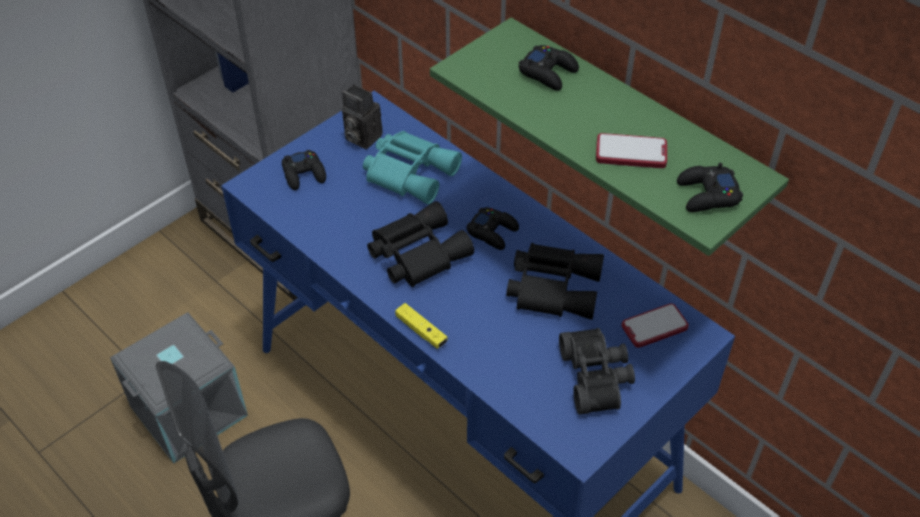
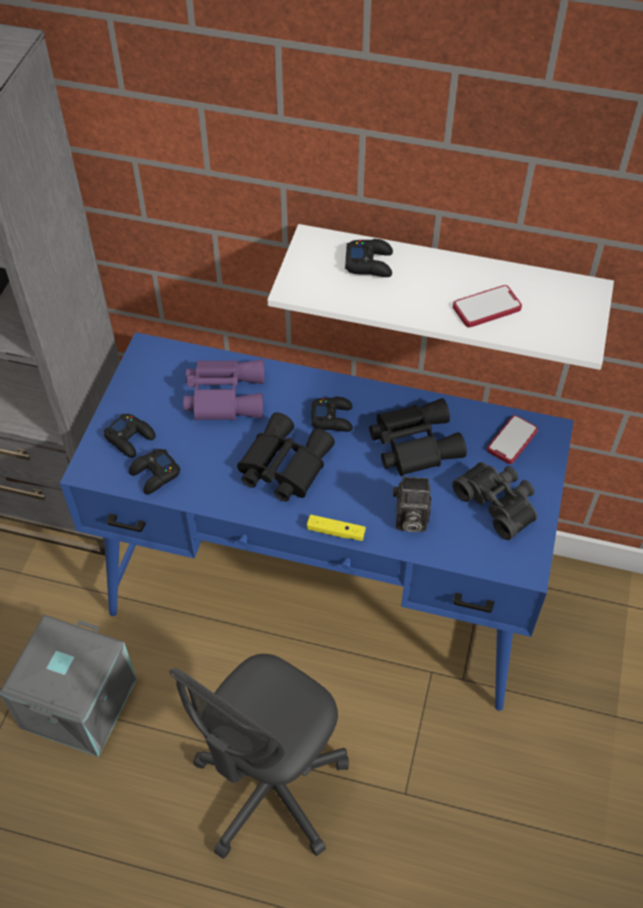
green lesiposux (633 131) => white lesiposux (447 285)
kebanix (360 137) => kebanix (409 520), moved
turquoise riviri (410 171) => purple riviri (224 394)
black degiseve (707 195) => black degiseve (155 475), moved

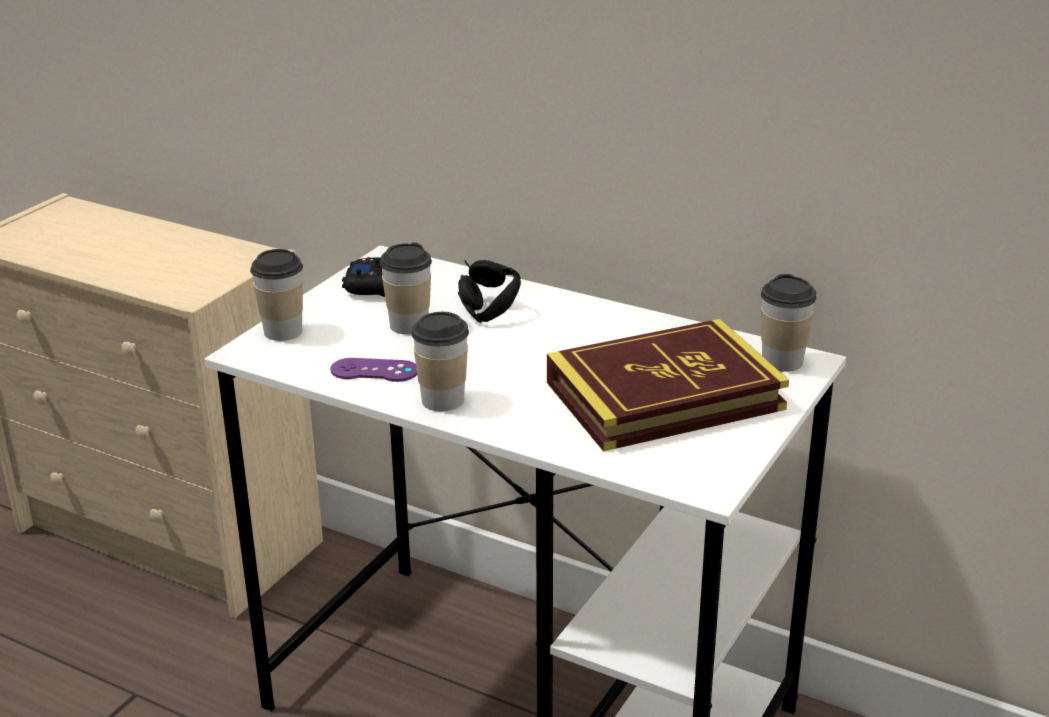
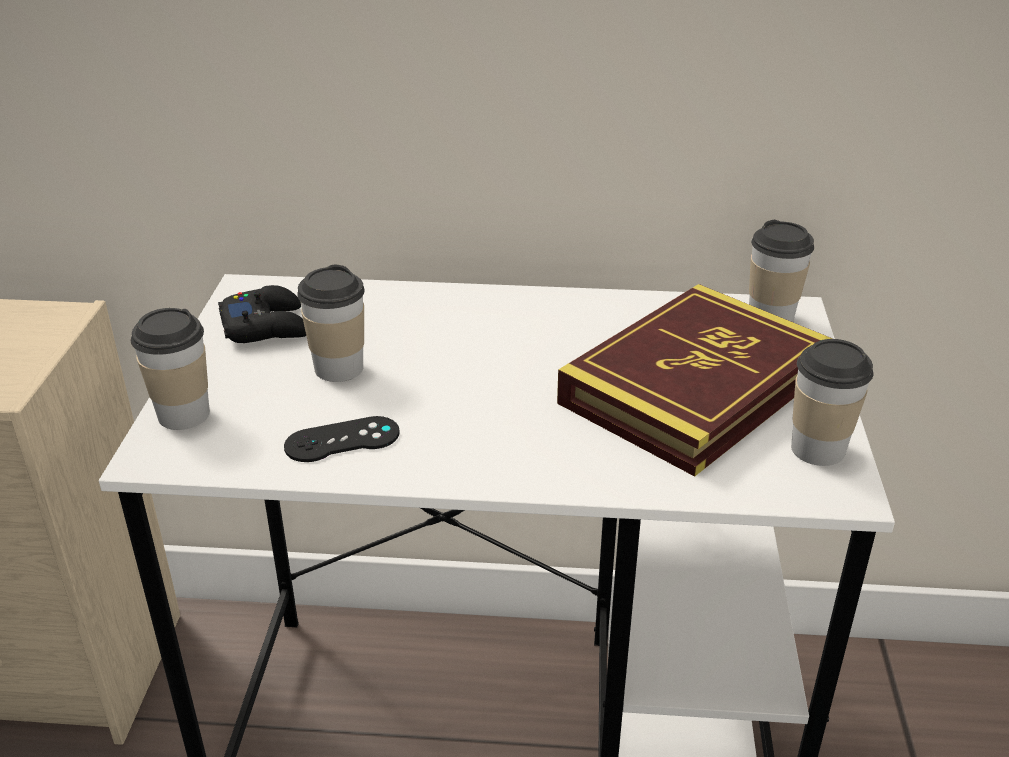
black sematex (475 301) => nothing
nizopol (443 400) => nizopol (818 449), moved
purple degiseve (374 370) => black degiseve (342 440)

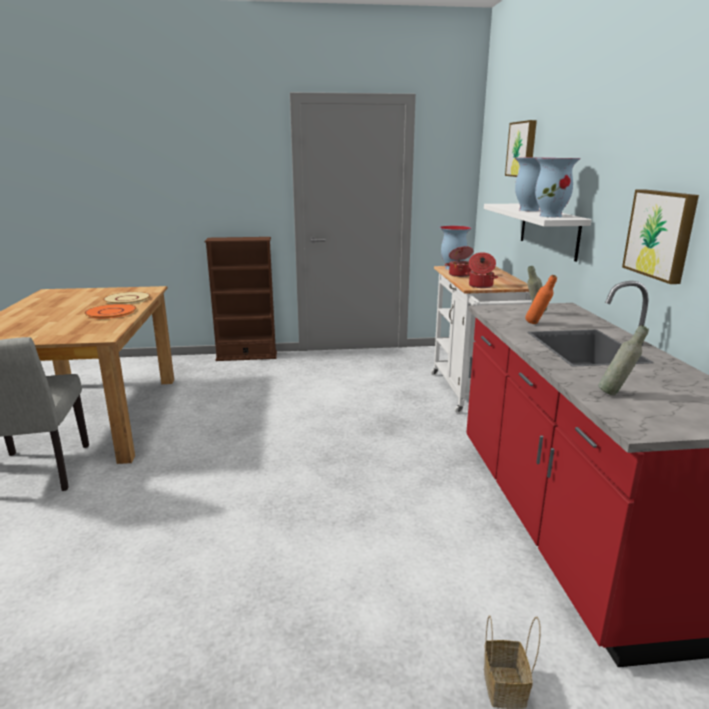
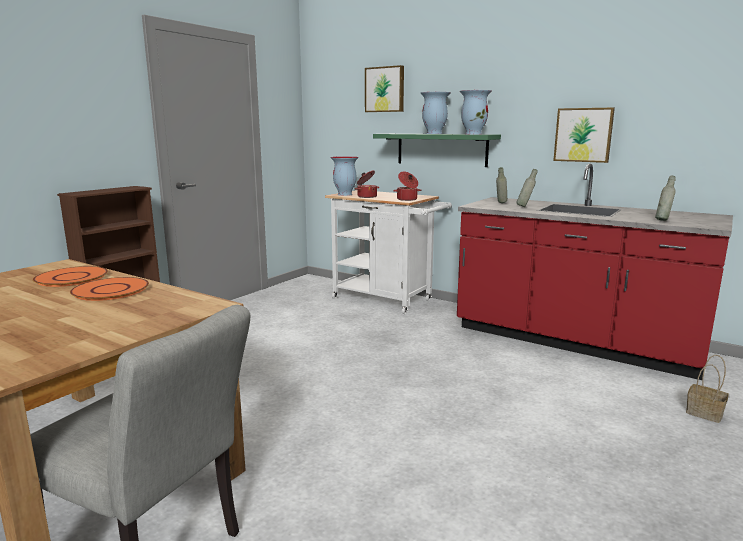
white lesiposux (548 230) => green lesiposux (441 149)
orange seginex (537 324) => grey seginex (525 206)
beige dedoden (127 299) => orange dedoden (71 278)

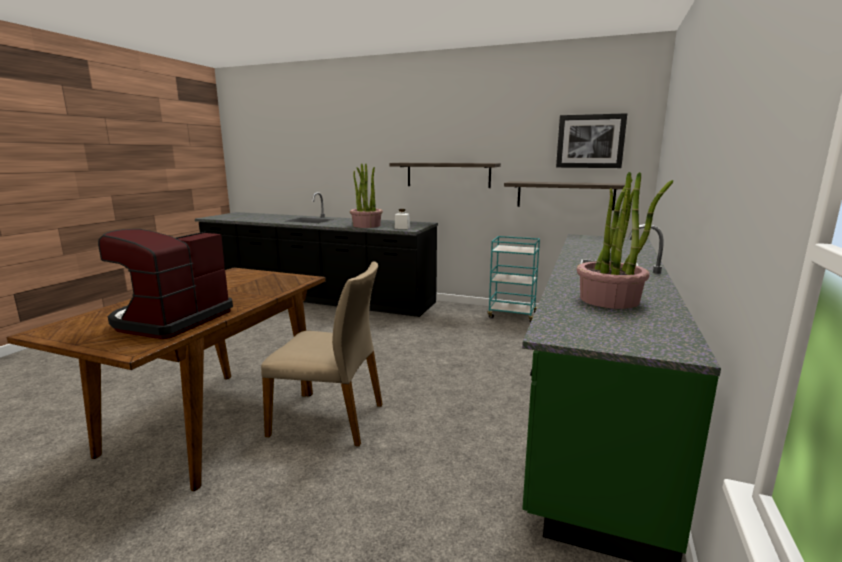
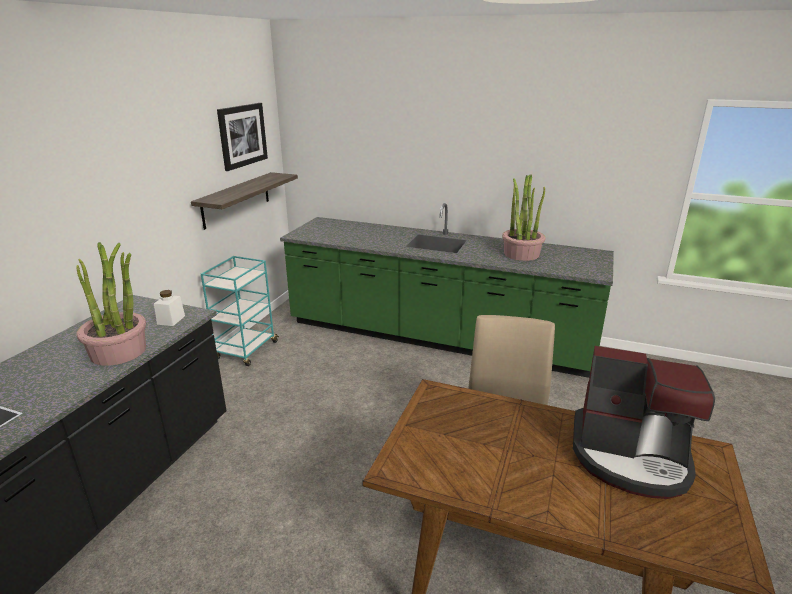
lesiposux (448 175) => nothing

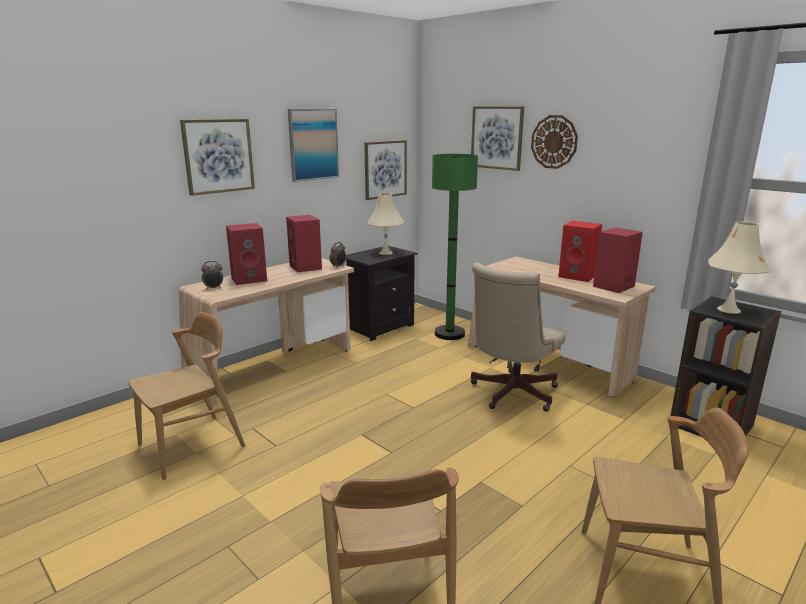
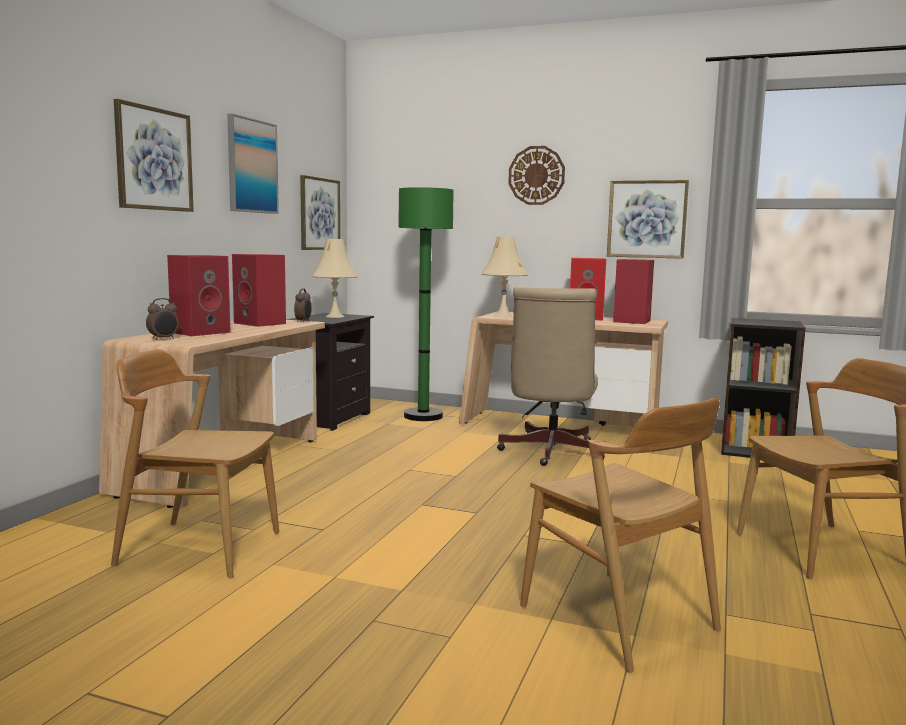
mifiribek (497 137) => mifiribek (647 219), moved
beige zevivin (729 310) => beige zevivin (503 315), moved
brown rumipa (192 446) => brown rumipa (199 548), 105 degrees counterclockwise

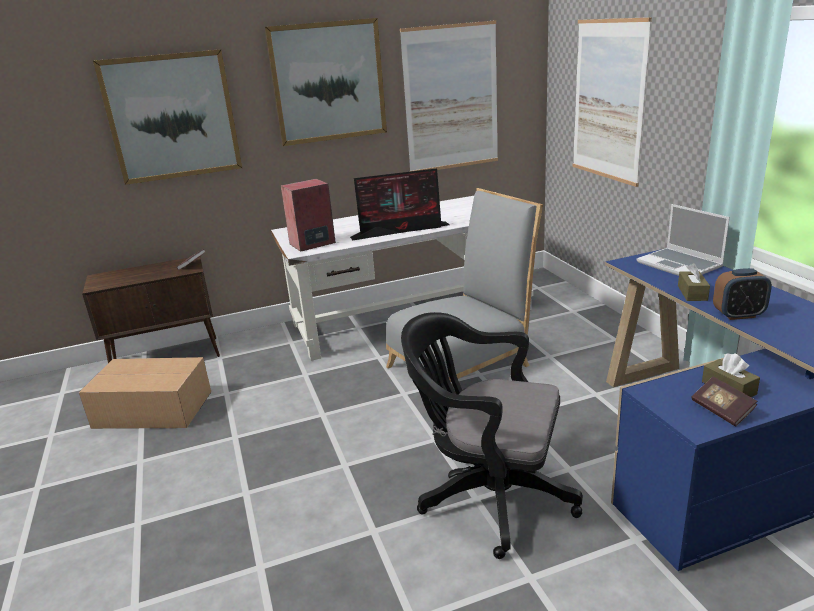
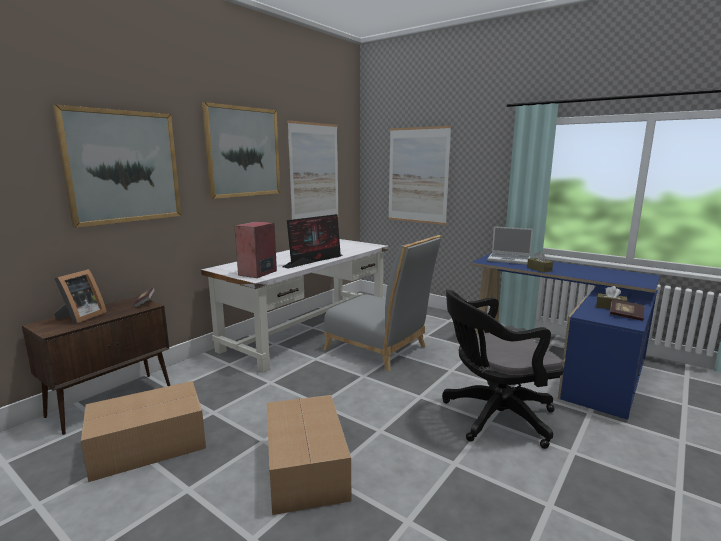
grey rumipa (464 363) => grey rumipa (380 349), 105 degrees clockwise
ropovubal (738 315) => nothing
nothing => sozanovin (80 317)
nothing => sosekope (305 468)

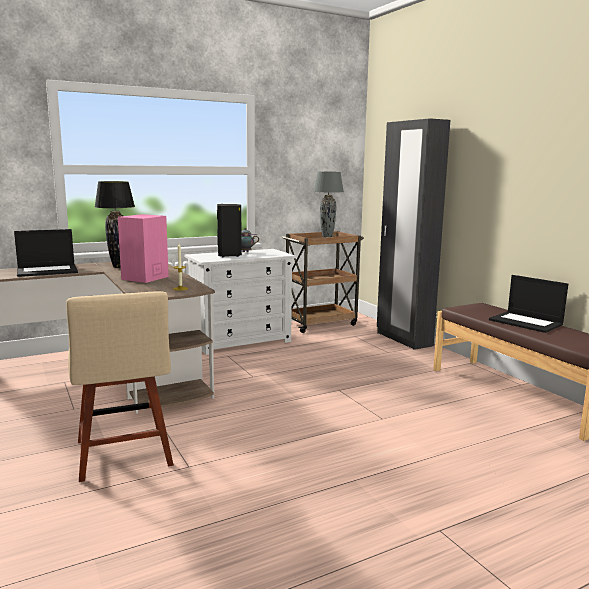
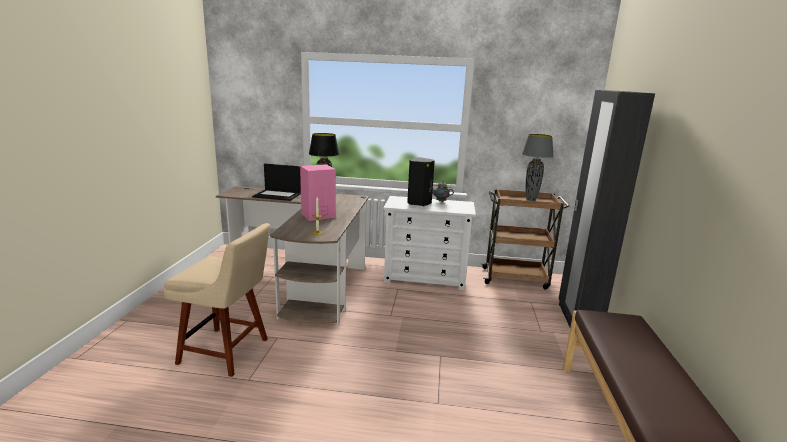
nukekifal (526 322) => nothing
beige rumipa (124 456) => beige rumipa (227 352), 90 degrees counterclockwise

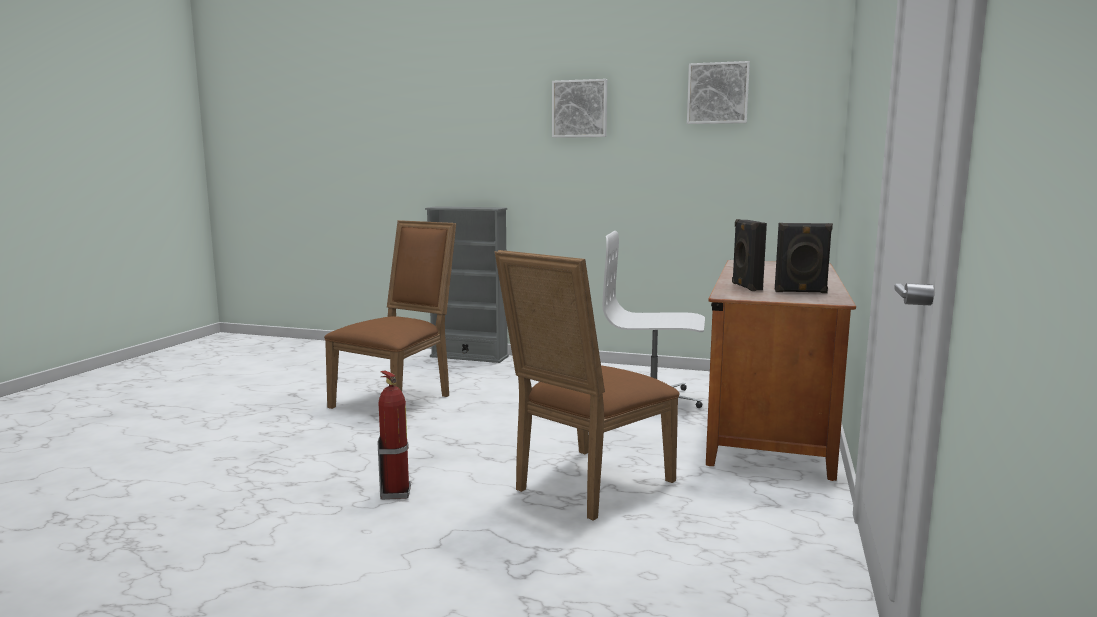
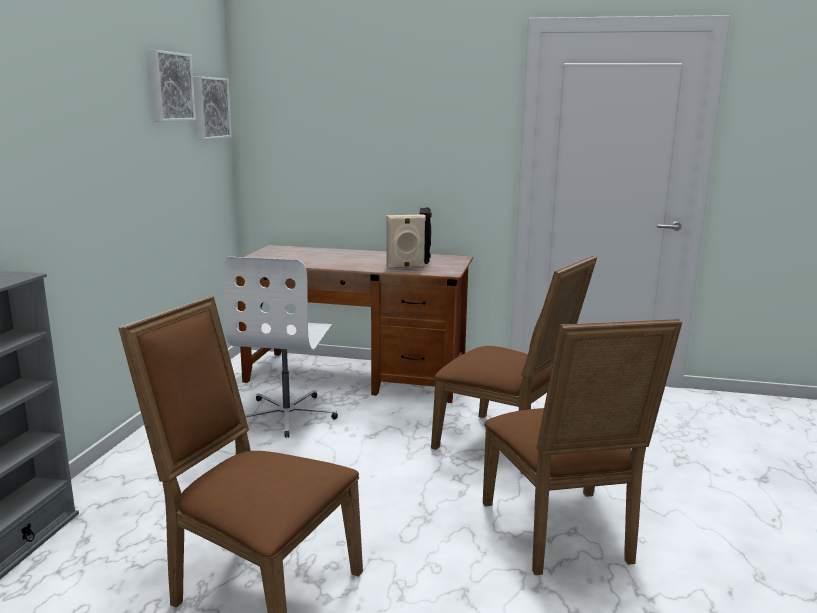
mifiribek (580 109) => mifiribek (210 108), moved
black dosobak (745 287) => beige dosobak (405 267)
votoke (396 493) => brown rumipa (563 536)

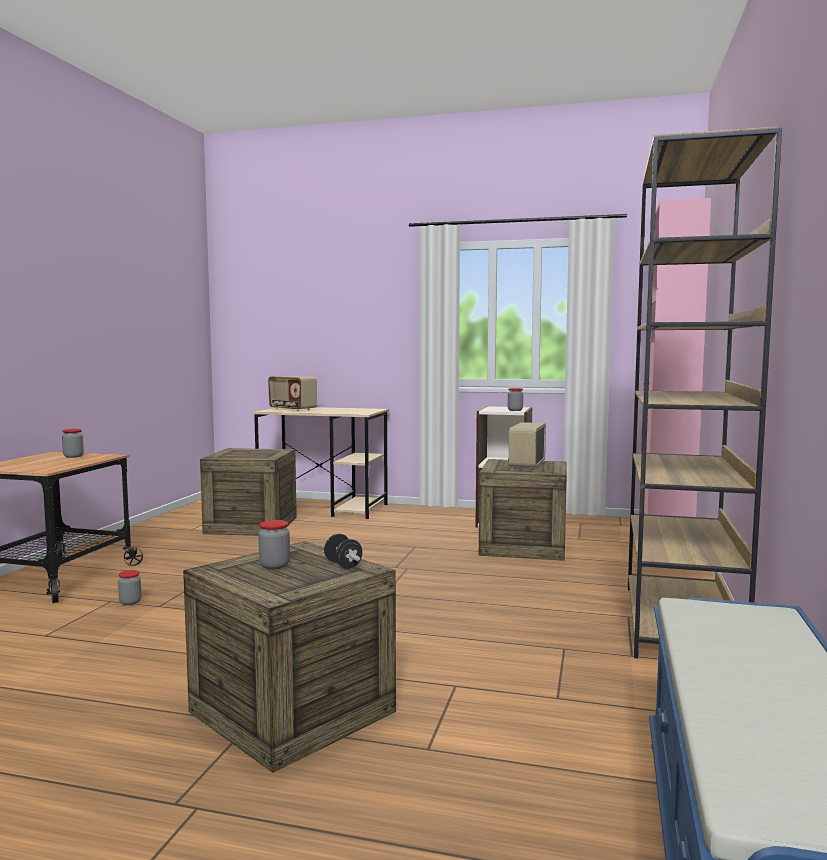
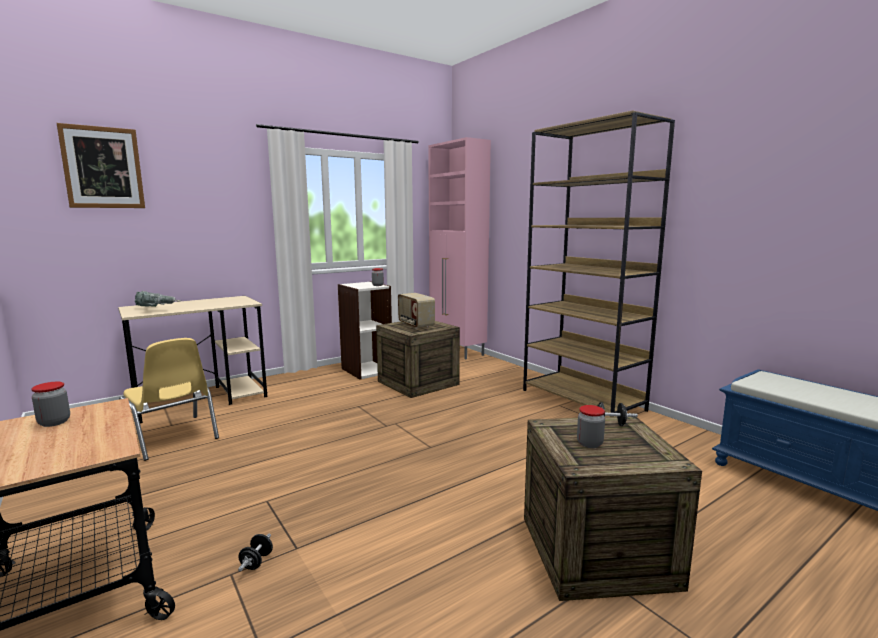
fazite (292 409) => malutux (157 309)
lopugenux (251 525) => yellow rumipa (171 438)
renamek (130 602) => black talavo (256 562)
nothing => mifiribek (103 167)

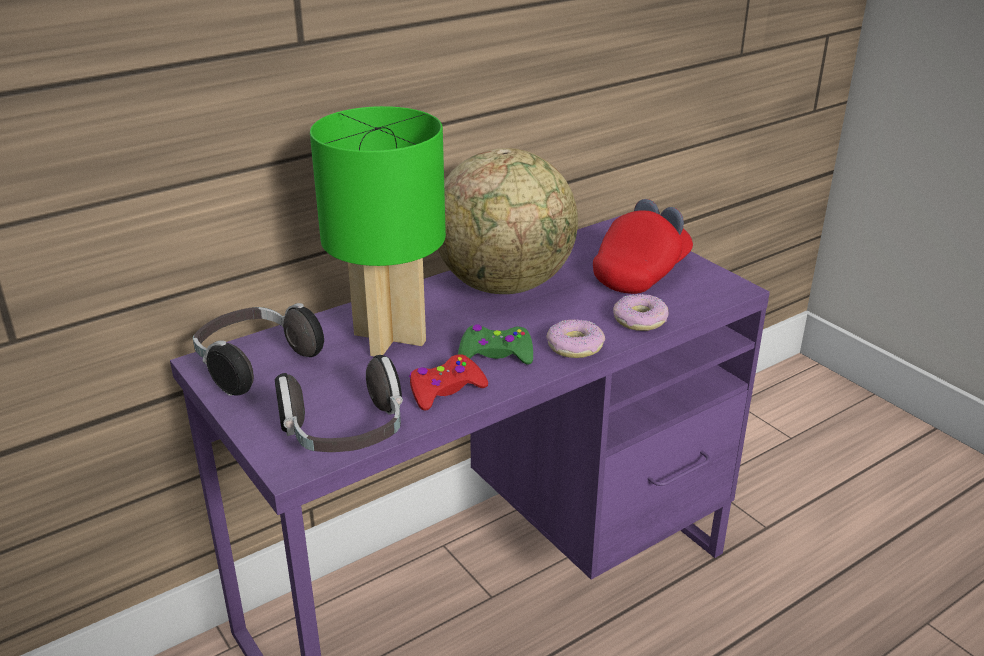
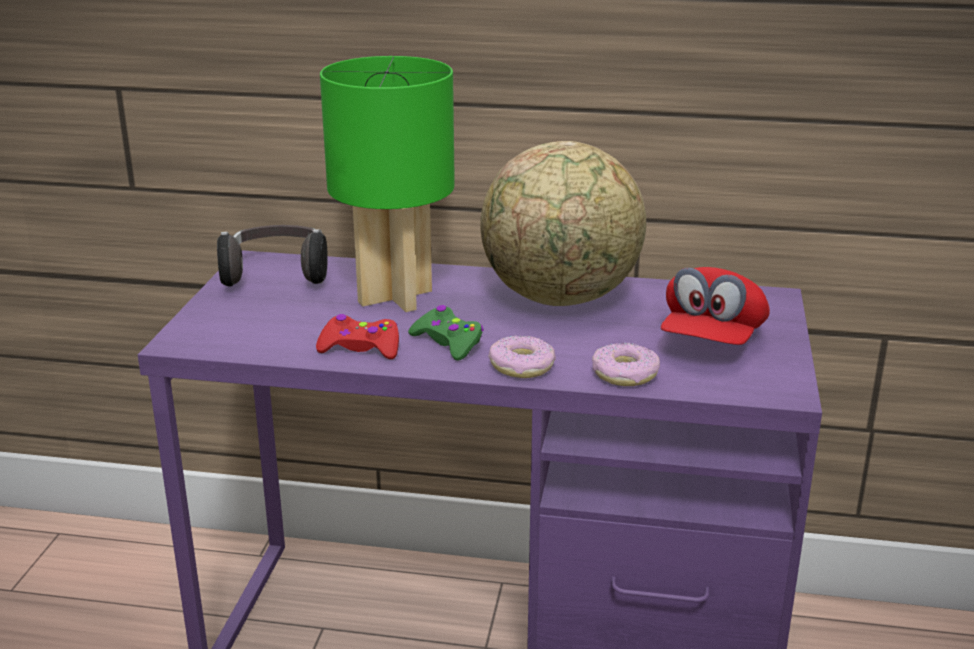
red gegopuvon (641 273) => red gegopuvon (712 340), 120 degrees clockwise
sematex (345 435) => nothing

